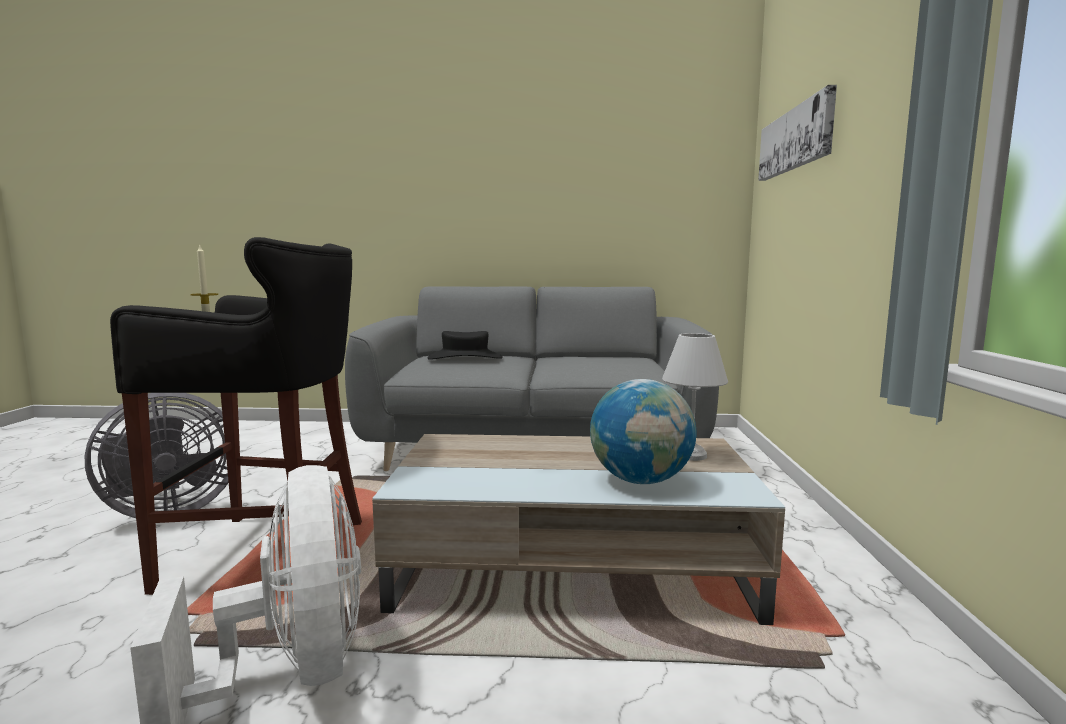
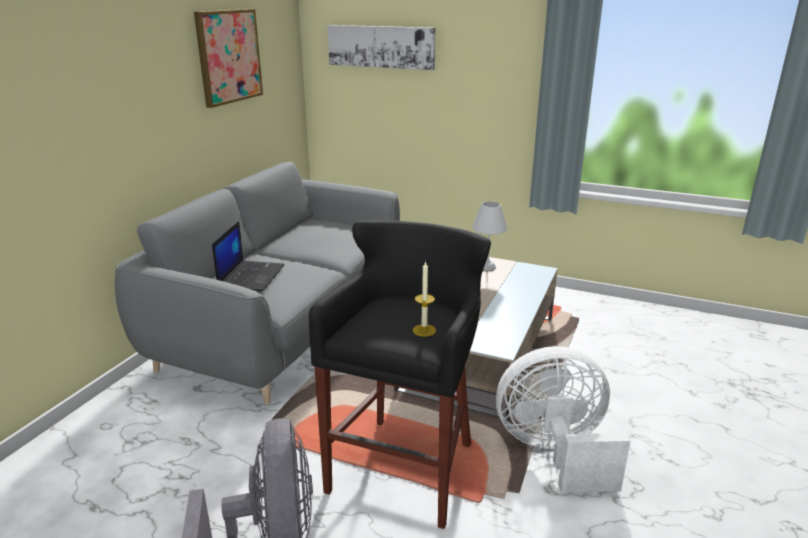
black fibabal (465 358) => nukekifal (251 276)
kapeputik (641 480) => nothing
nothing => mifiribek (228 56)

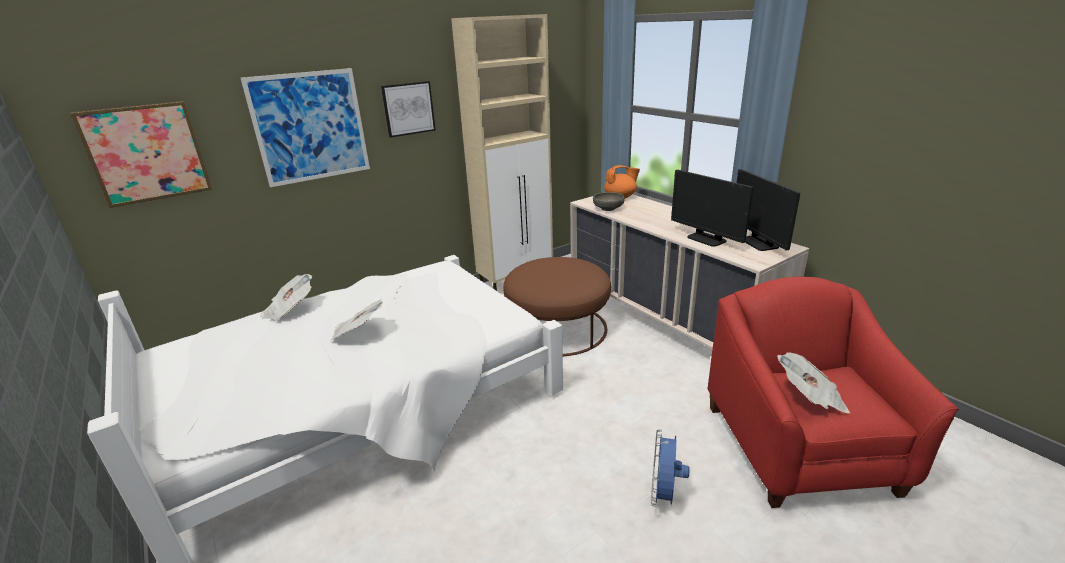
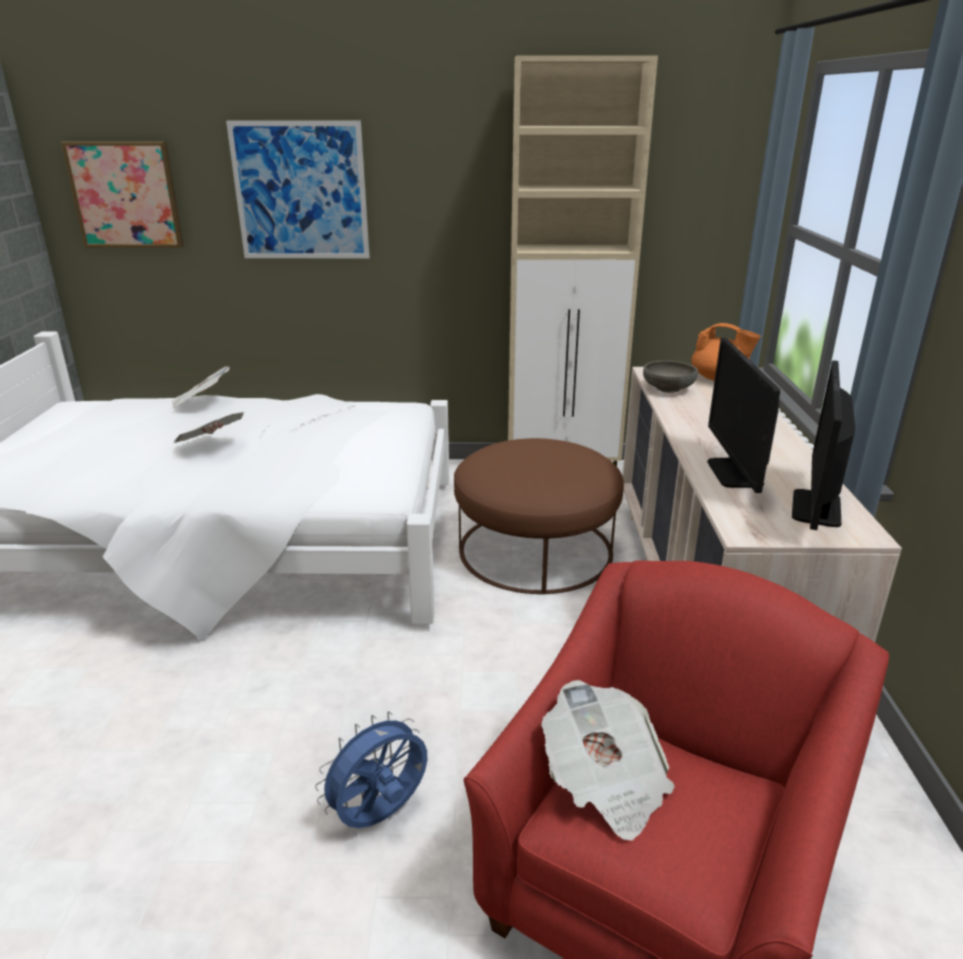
mifiribek (408 108) => nothing

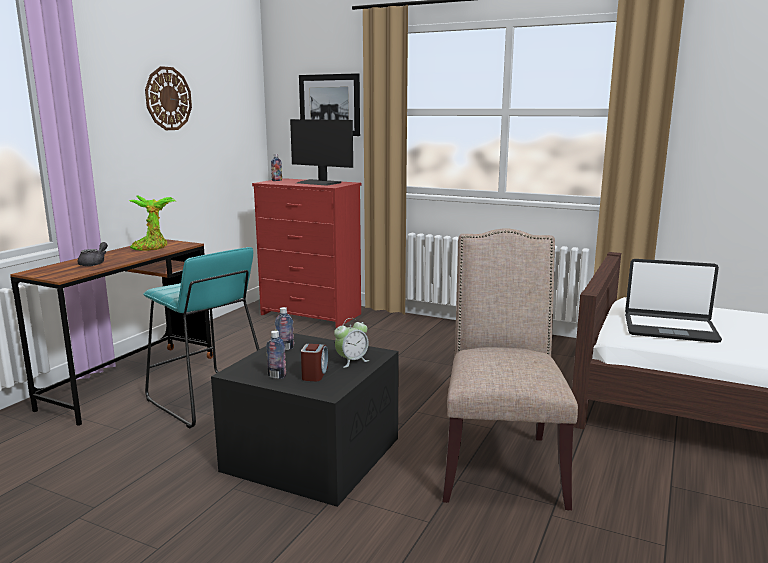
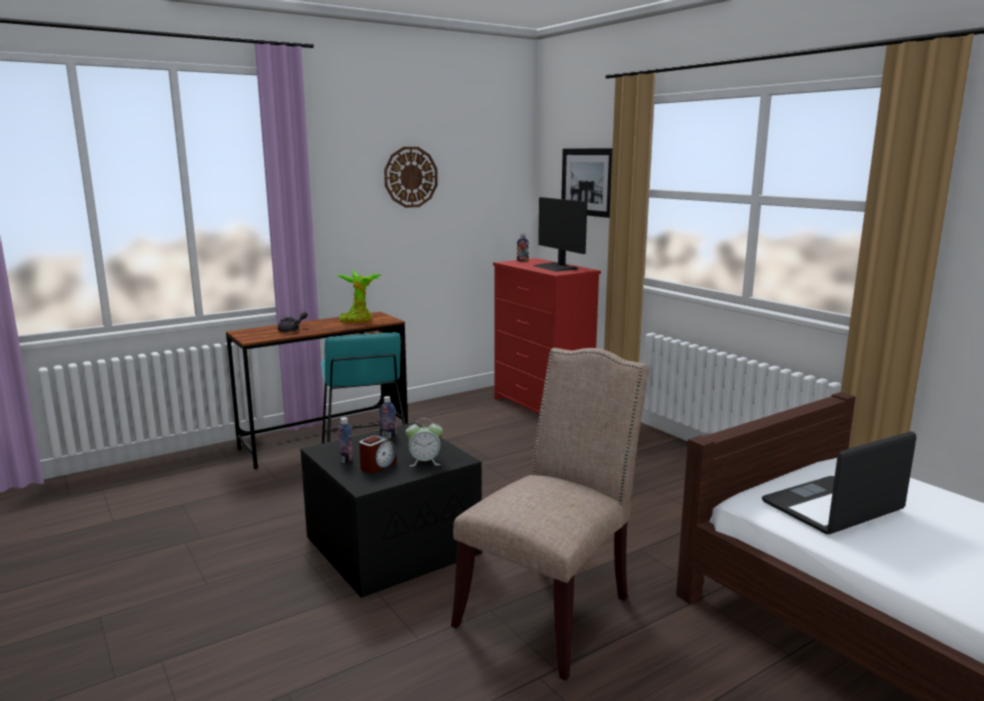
nukekifal (670 329) => nukekifal (833 508), 105 degrees clockwise

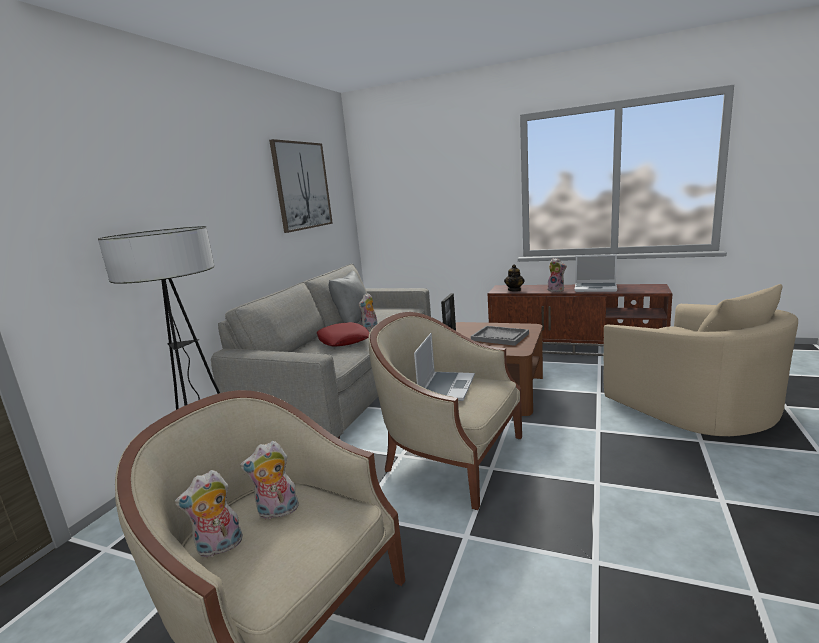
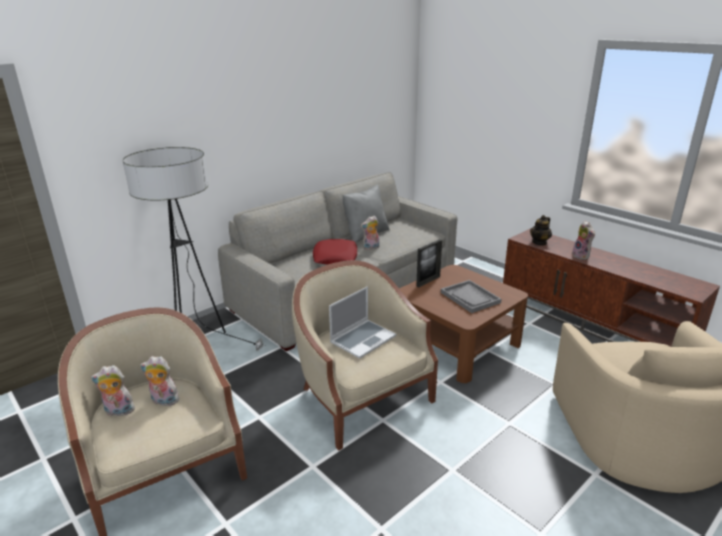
mifiribek (302 186) => nothing
nukekifal (596 288) => nothing

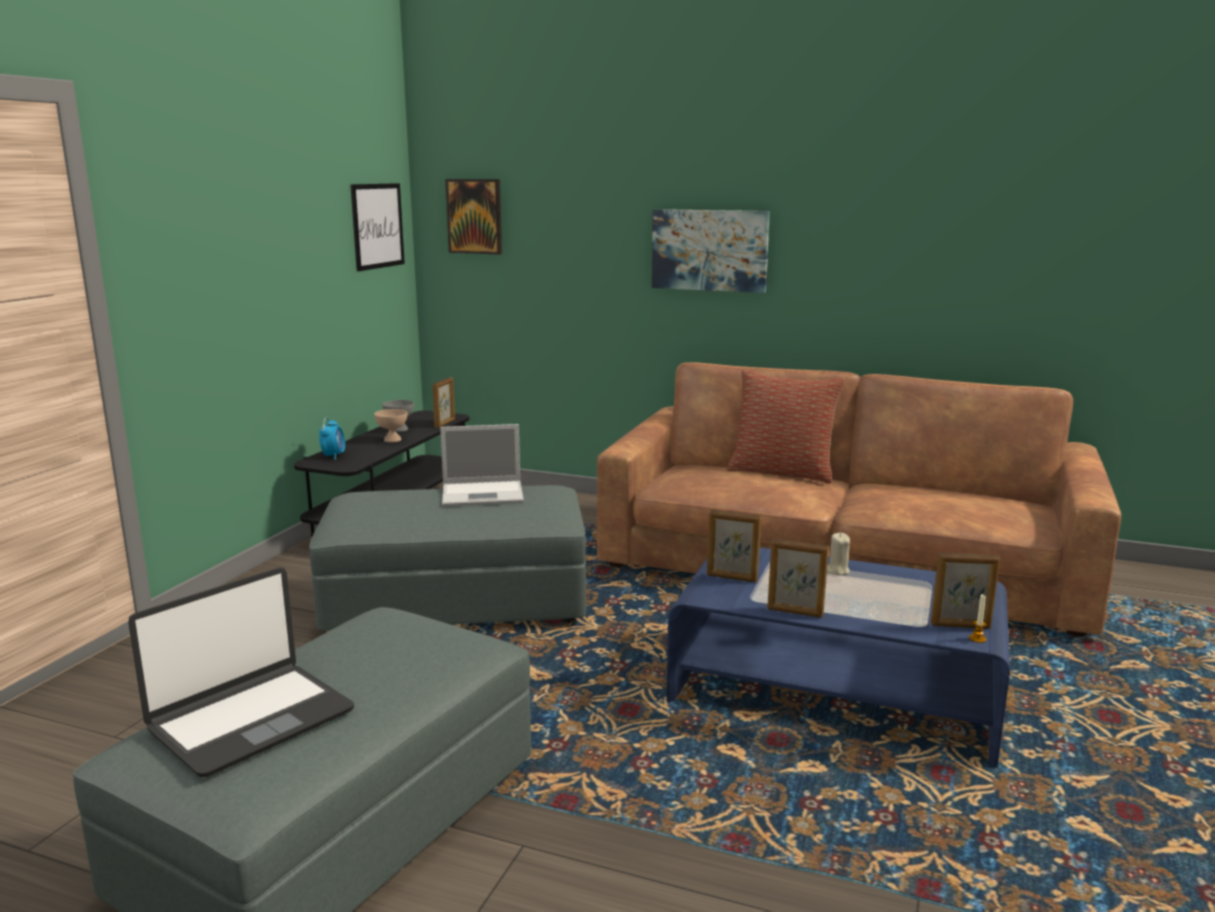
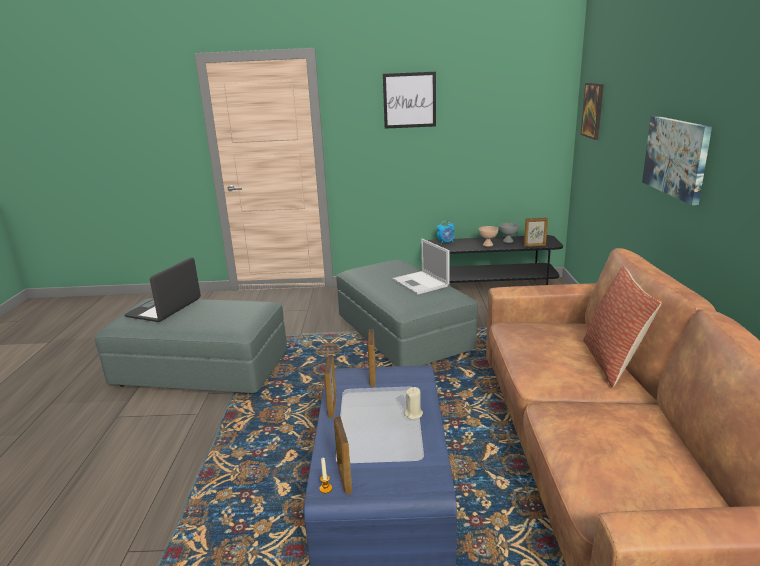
mifiribek (377 226) => mifiribek (409 100), moved
nukekifal (250 719) => nukekifal (165 308), 90 degrees clockwise

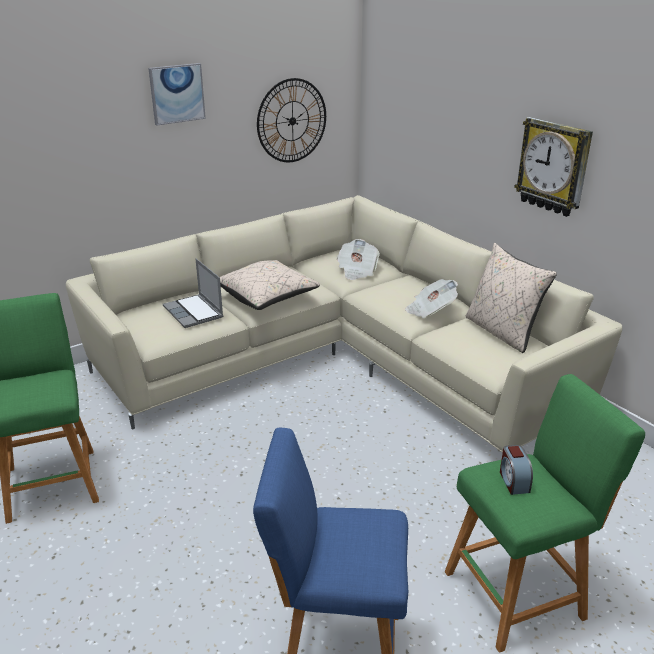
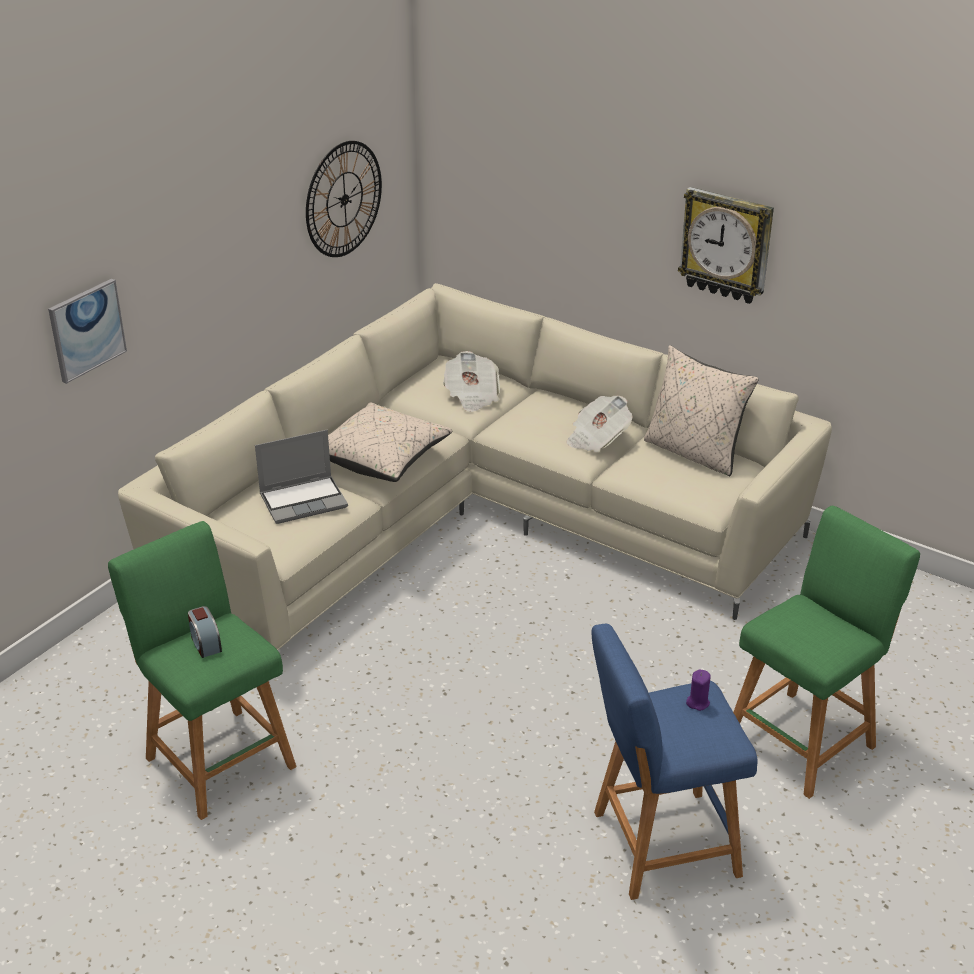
mifiribek (177 93) => mifiribek (86 330), moved
nukekifal (194 312) => nukekifal (304 500), 60 degrees counterclockwise
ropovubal (513 481) => ropovubal (205 644), moved
nothing => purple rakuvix (697 702)

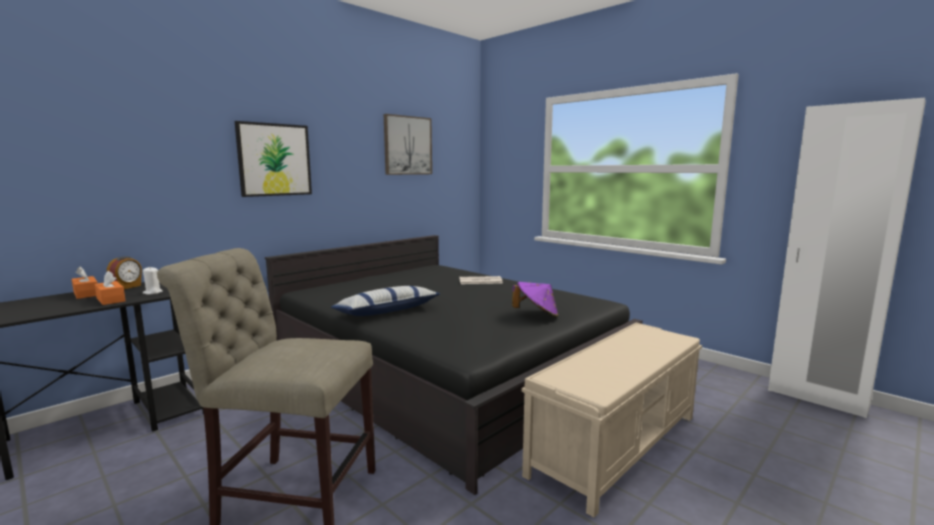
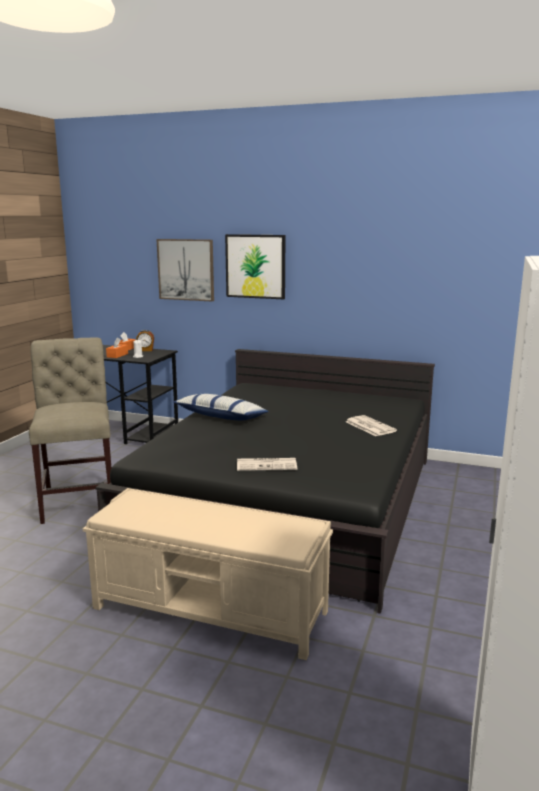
mifiribek (407 145) => mifiribek (186 269), moved
purple fibabal (536 315) => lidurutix (267 465)

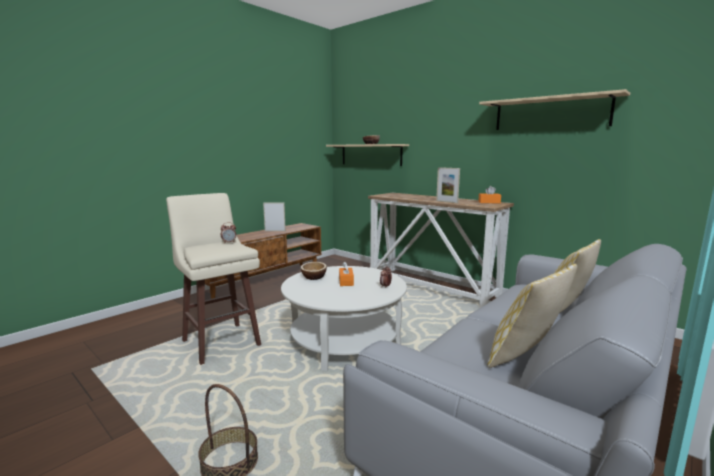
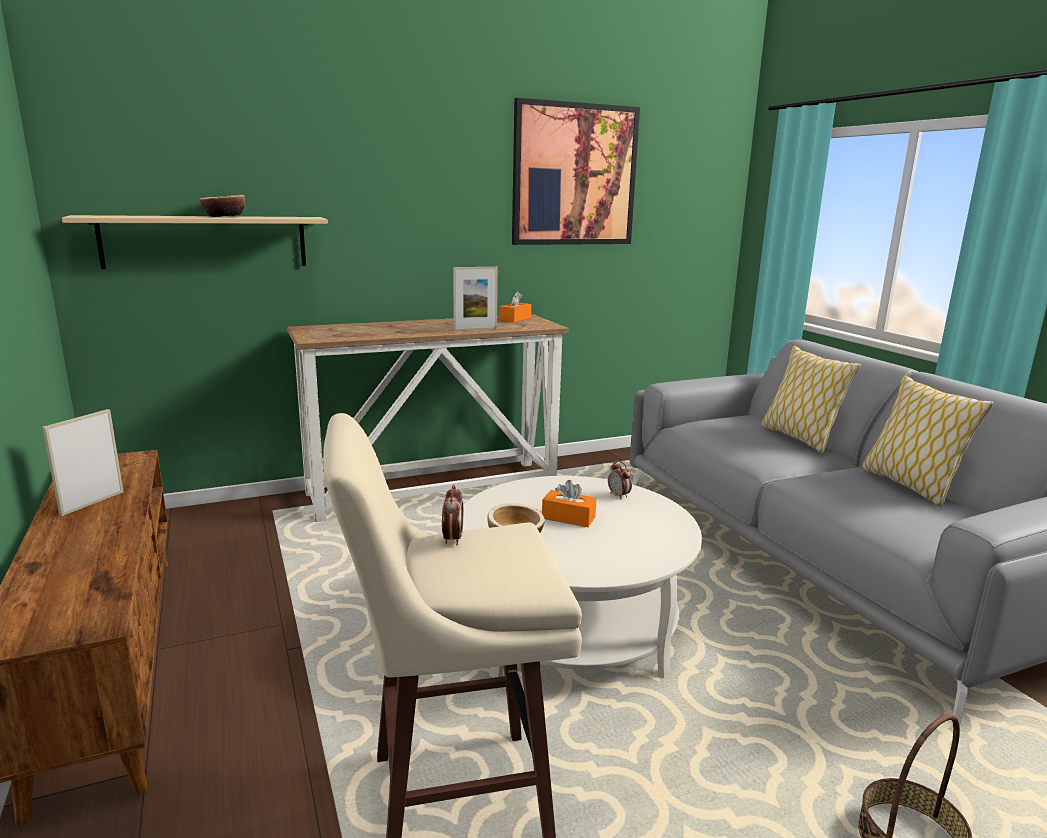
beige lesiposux (550 113) => mifiribek (574 175)

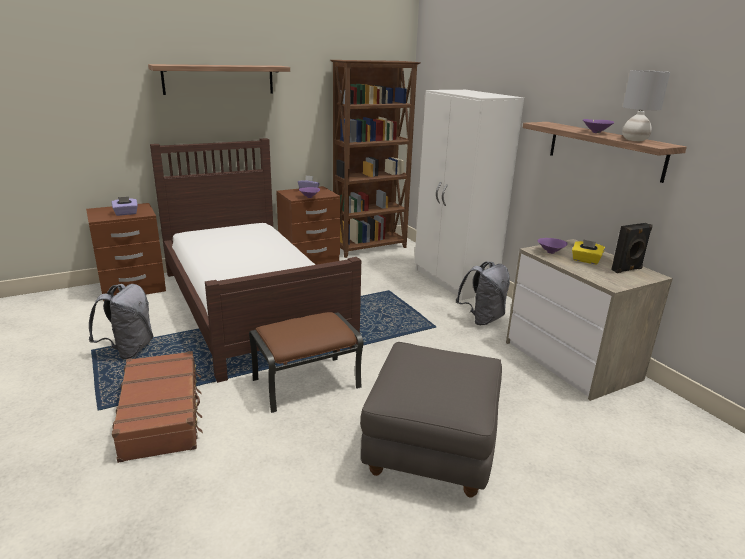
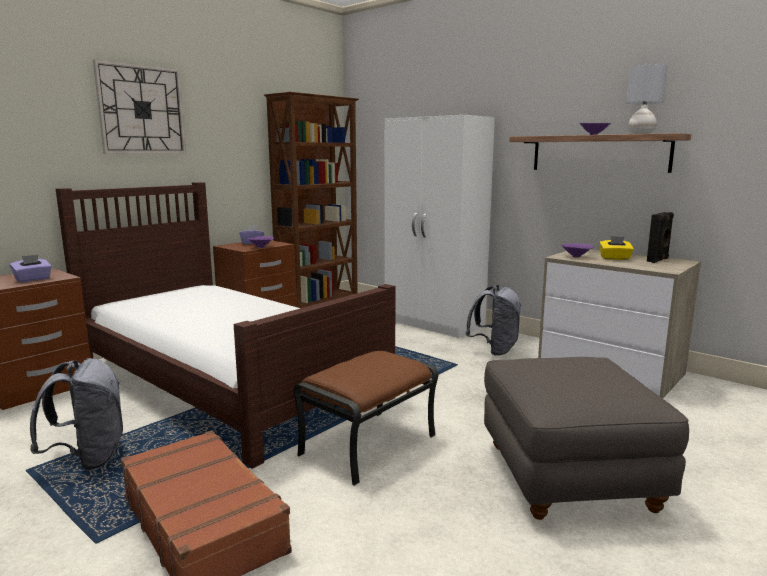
lesiposux (219 79) => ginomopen (141 110)

